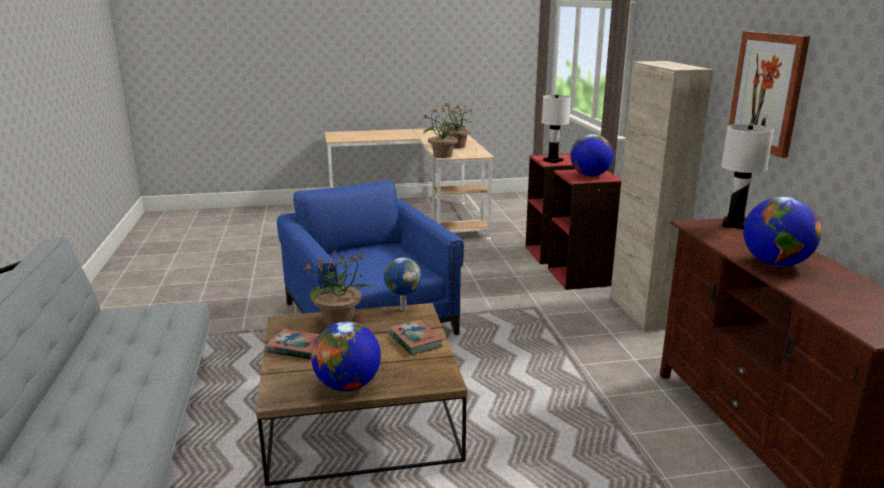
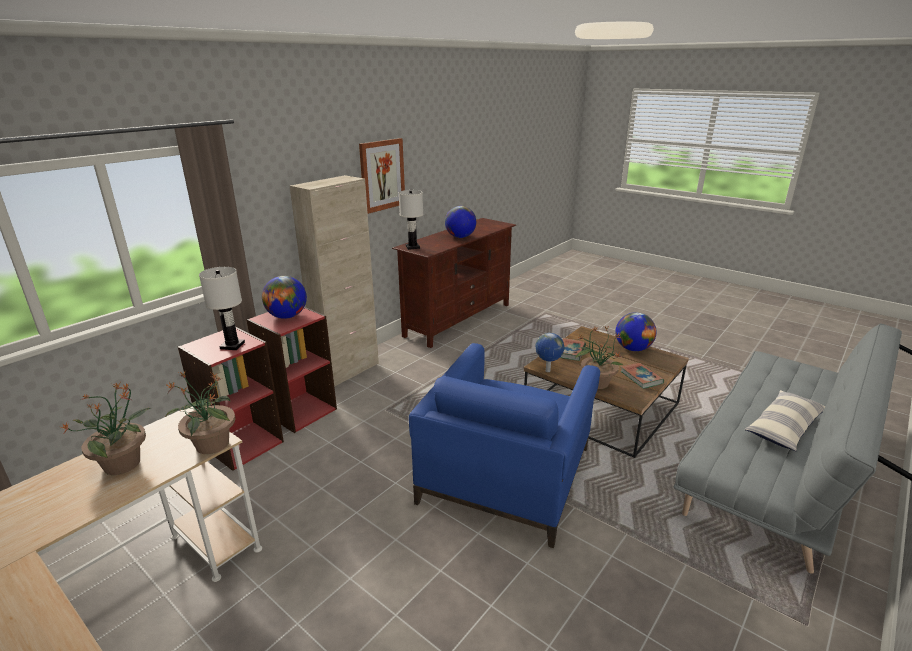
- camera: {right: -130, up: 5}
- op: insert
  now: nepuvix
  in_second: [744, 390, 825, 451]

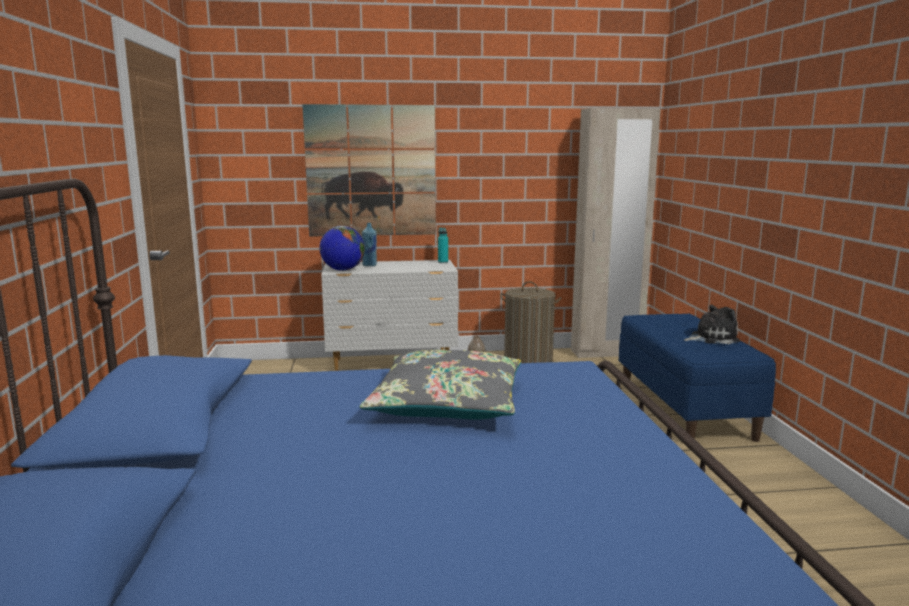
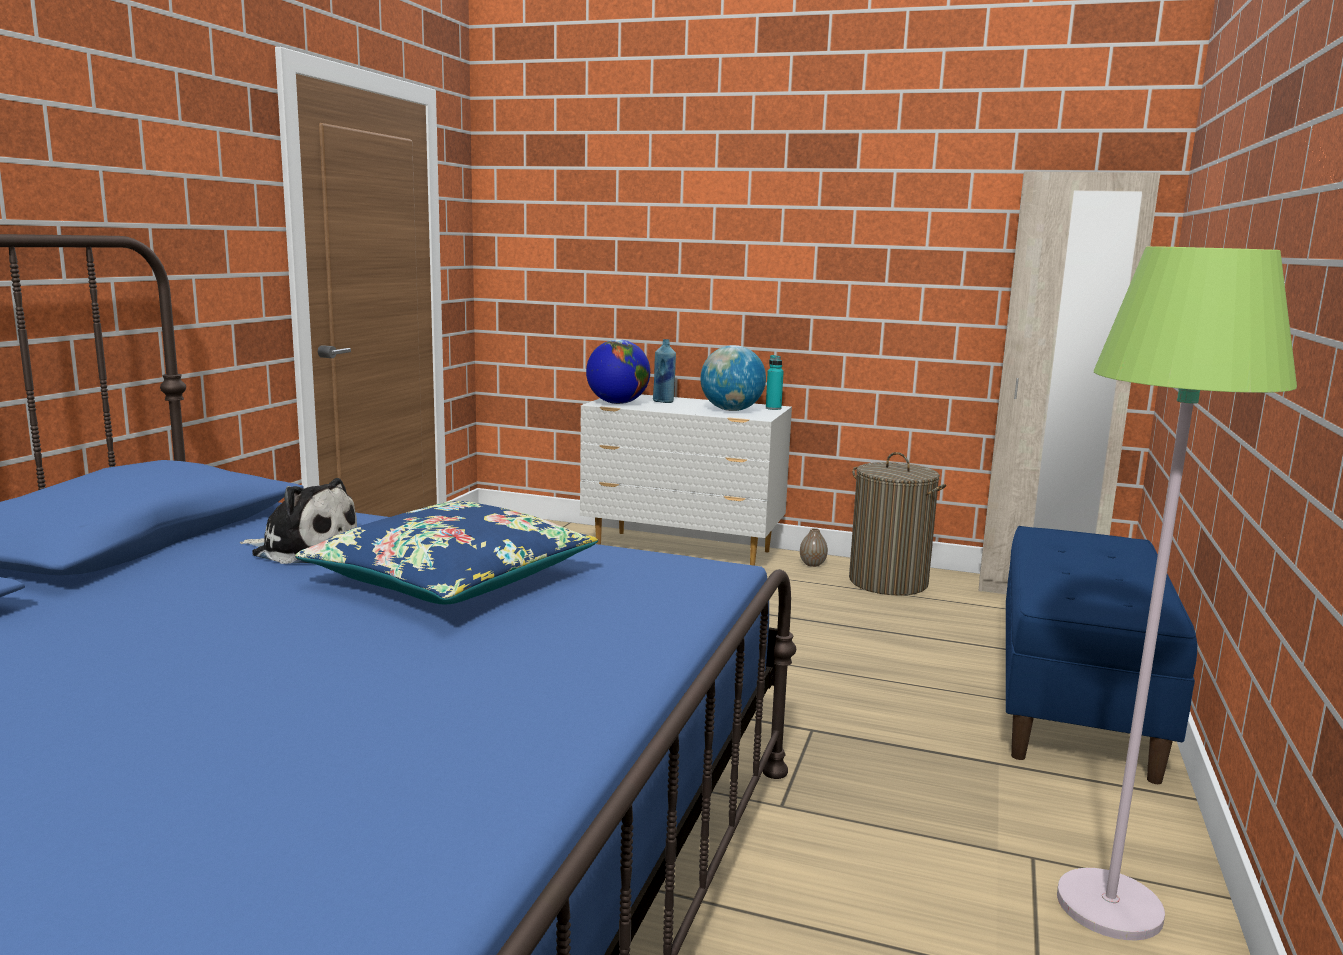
- camera: {right: 25, up: 0}
- op: delete
  was: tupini
  in_first: [302, 104, 436, 237]
- op: recolor
  was: grey_nepuvix
  now: blue_nepuvix
  in_first: [360, 350, 521, 420]
  in_second: [295, 501, 598, 604]
- op: move
  was: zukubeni
  in_first: [684, 305, 740, 344]
  in_second: [240, 478, 357, 564]
- op: insert
  now: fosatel
  in_second: [700, 345, 766, 411]
- op: insert
  now: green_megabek
  in_second: [1057, 246, 1297, 940]

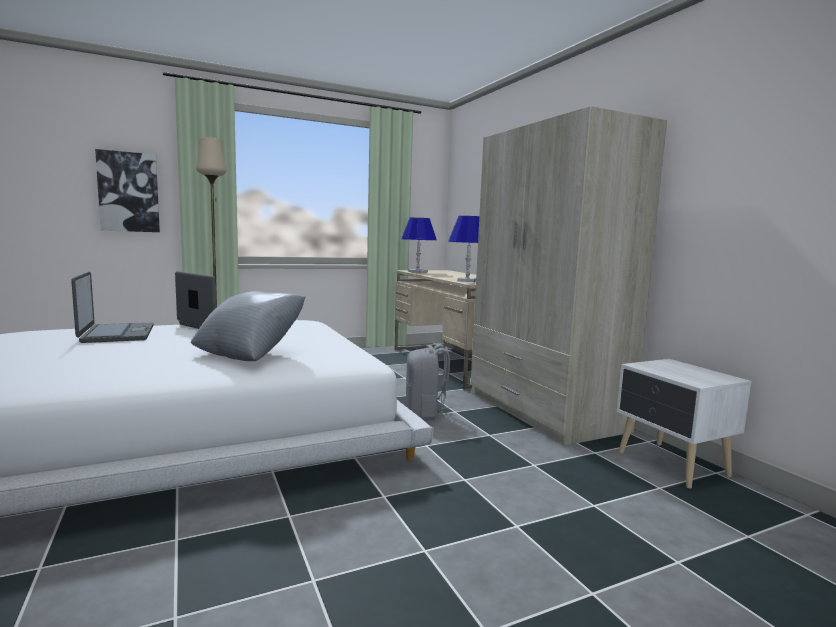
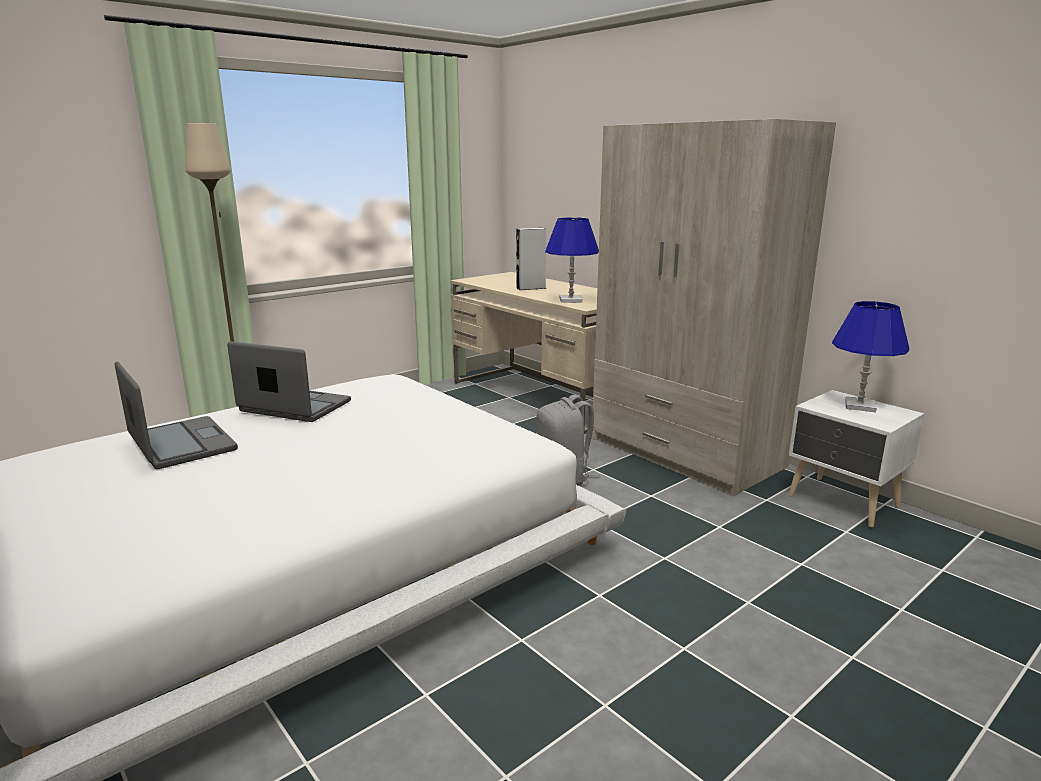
- camera: {right: -15, up: 10}
- op: delete
  was: tupini
  in_first: [95, 149, 160, 232]
- op: delete
  was: grey_nepuvix
  in_first: [191, 291, 306, 361]
- op: move
  was: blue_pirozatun
  in_first: [401, 218, 437, 273]
  in_second: [832, 301, 909, 412]
- op: insert
  now: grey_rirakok
  in_second: [516, 228, 546, 290]

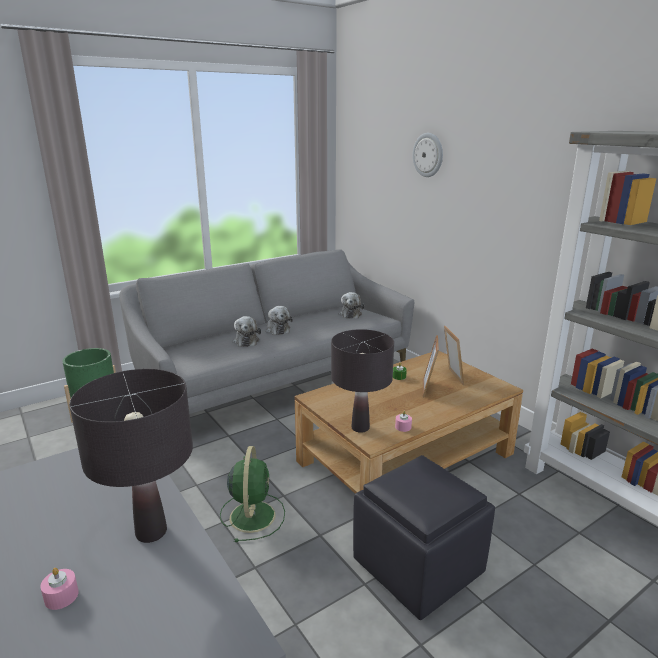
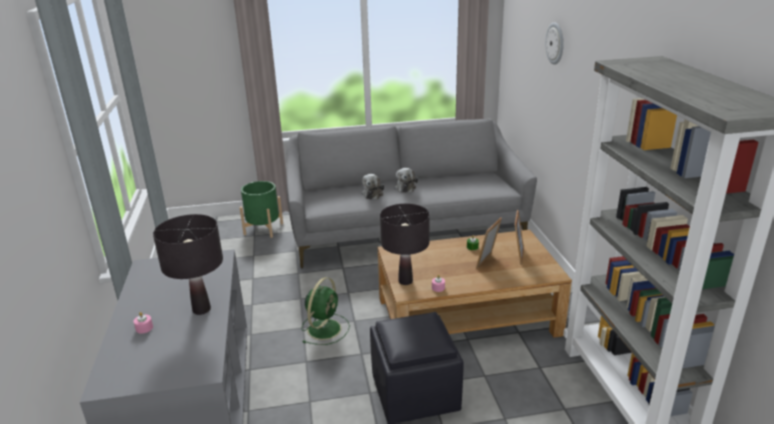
- camera: {right: 25, up: 5}
- op: delete
  was: zukubeni
  in_first: [339, 292, 364, 318]

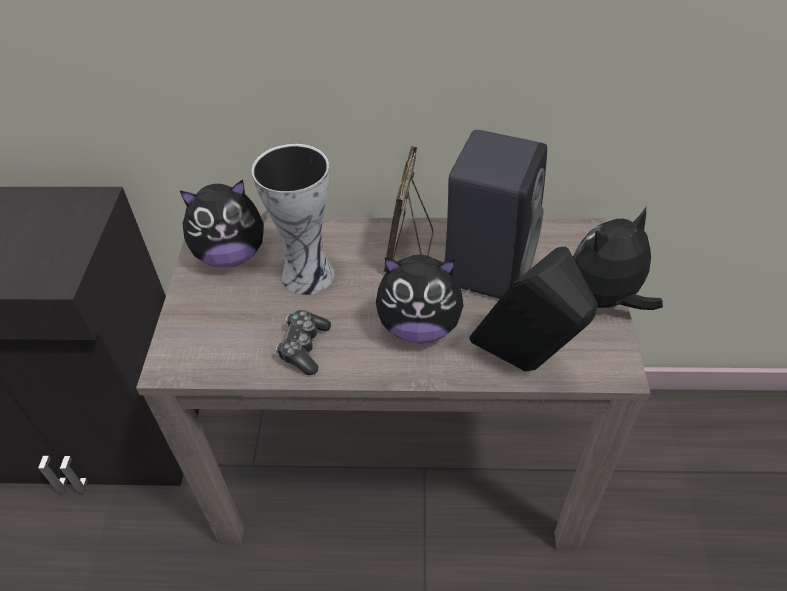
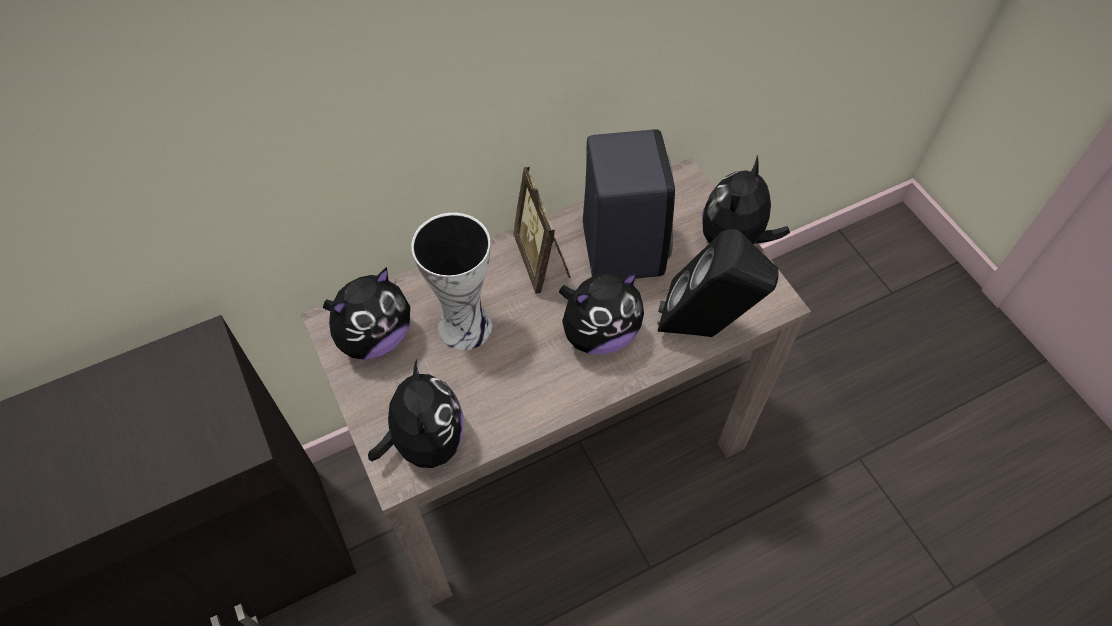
- camera: {right: -30, up: 10}
- op: delete
  was: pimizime
  in_first: [276, 310, 331, 375]
- op: insert
  now: zukubeni
  in_second: [368, 360, 464, 468]

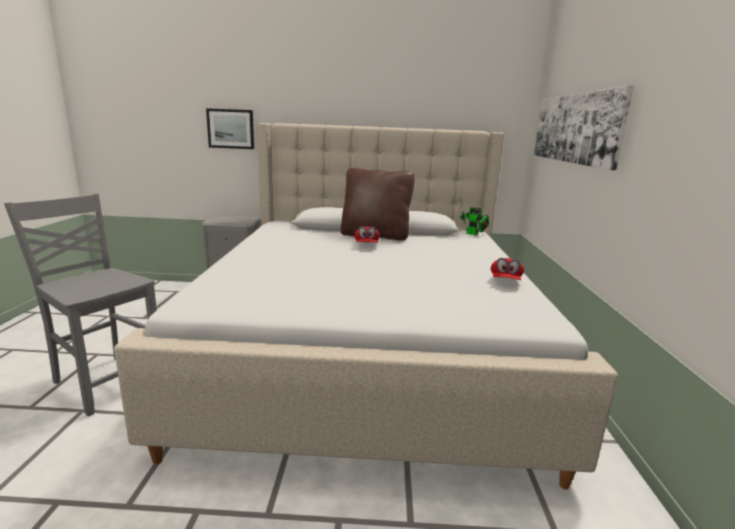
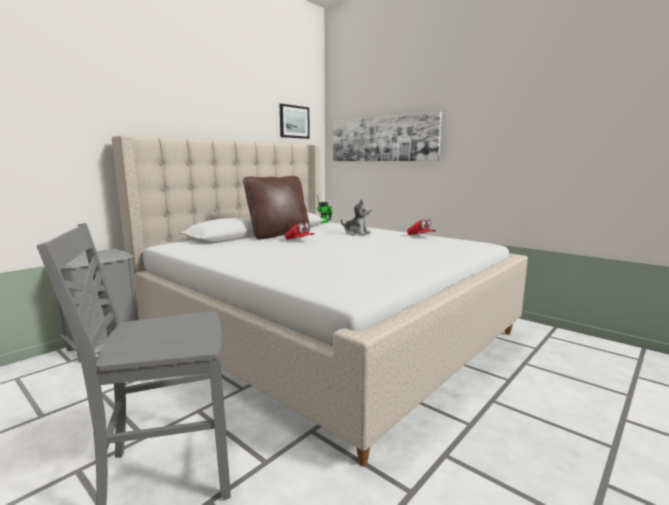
- camera: {right: -50, up: -5}
- op: move
  was: tupini
  in_first: [206, 108, 254, 149]
  in_second: [280, 104, 310, 139]
- op: insert
  now: zukubeni
  in_second: [341, 199, 371, 236]

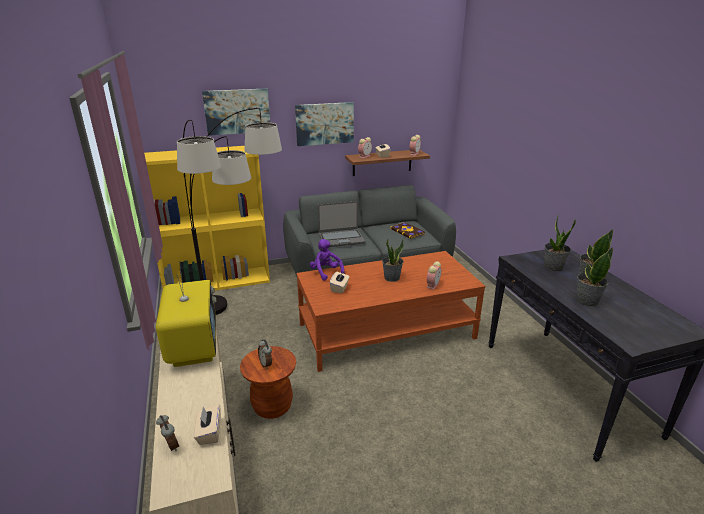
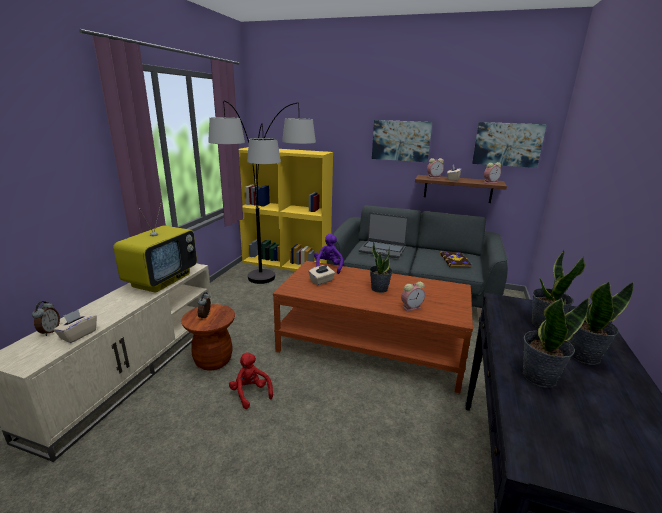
- camera: {right: 35, up: -5}
- op: move
  was: tupini
  in_first: [202, 88, 270, 136]
  in_second: [472, 122, 547, 168]
- op: insert
  now: red_zukubeni
  in_second: [229, 353, 273, 409]

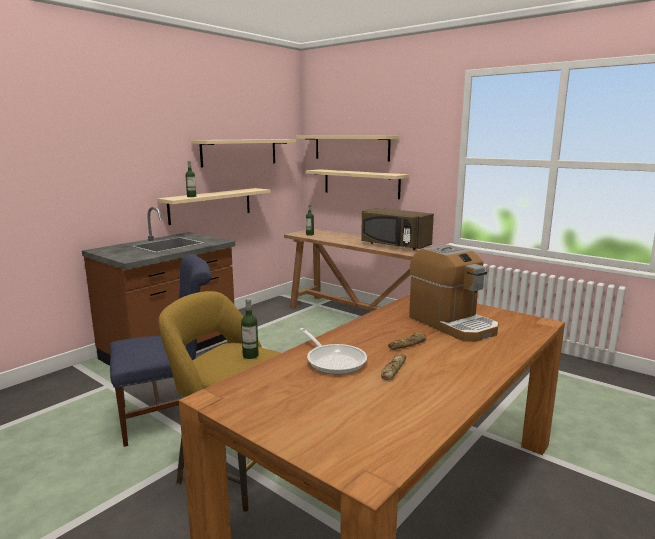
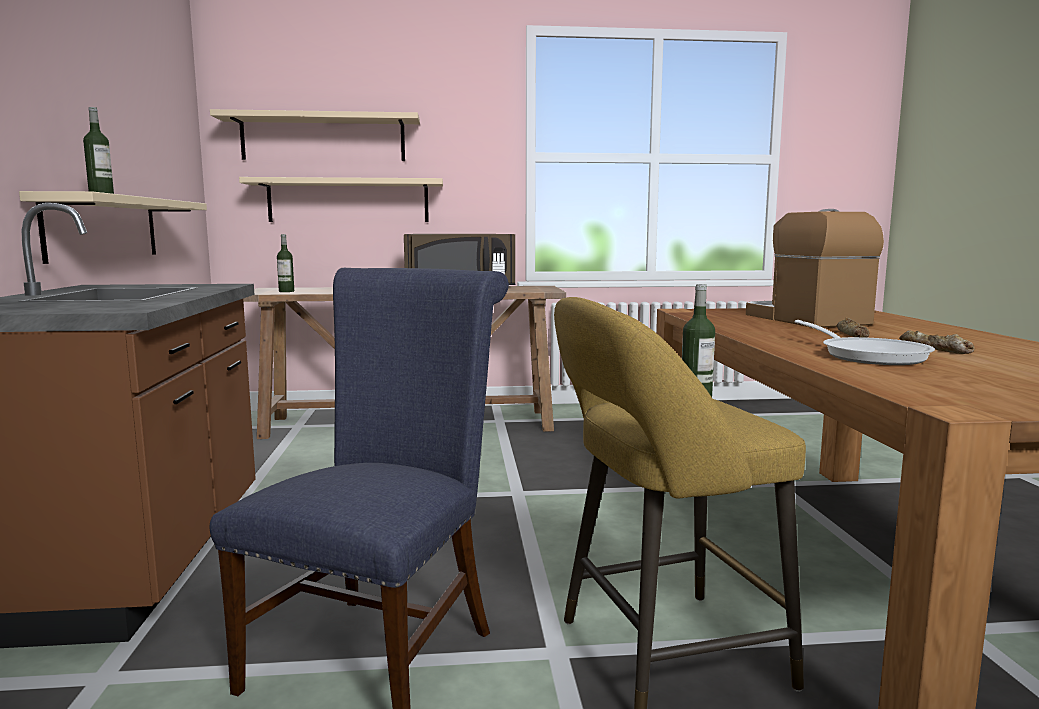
- camera: {right: -45, up: -5}
- op: delete
  was: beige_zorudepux
  in_first: [191, 139, 296, 168]
- op: rotate
  was: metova
  in_first: [299, 328, 367, 374]
  in_second: [794, 320, 935, 365]
  clockwise: 60
- op: rotate
  was: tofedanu
  in_first: [409, 245, 498, 342]
  in_second: [746, 209, 884, 328]
  clockwise: -120

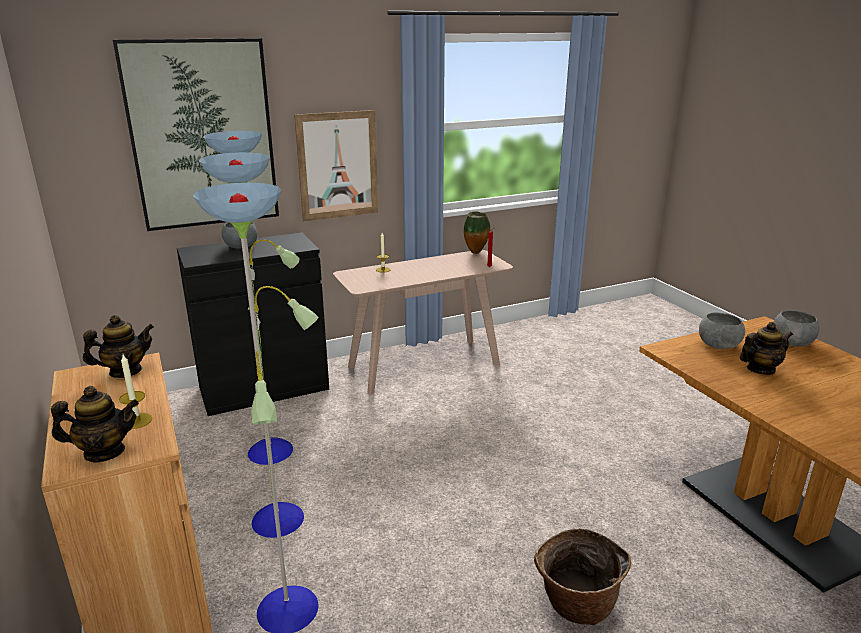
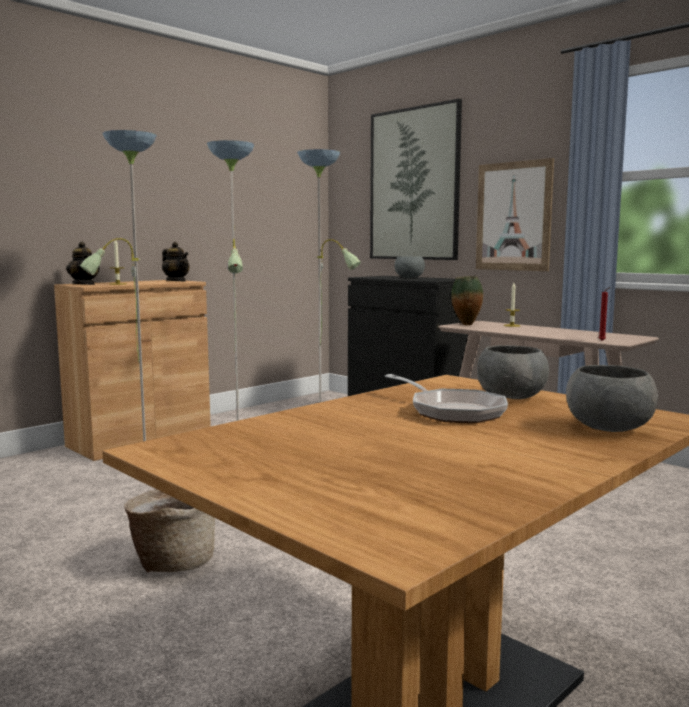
- camera: {right: 70, up: -15}
- op: move
  was: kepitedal
  in_first: [464, 211, 490, 254]
  in_second: [451, 276, 483, 325]
- op: replace
  was: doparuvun
  now: metova
  in_first: [740, 322, 793, 375]
  in_second: [384, 374, 508, 423]

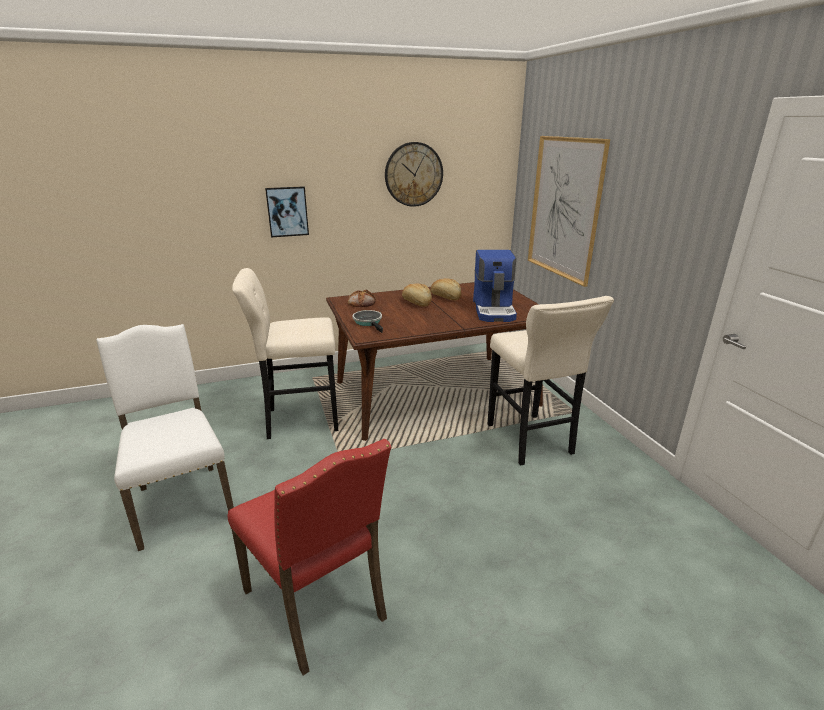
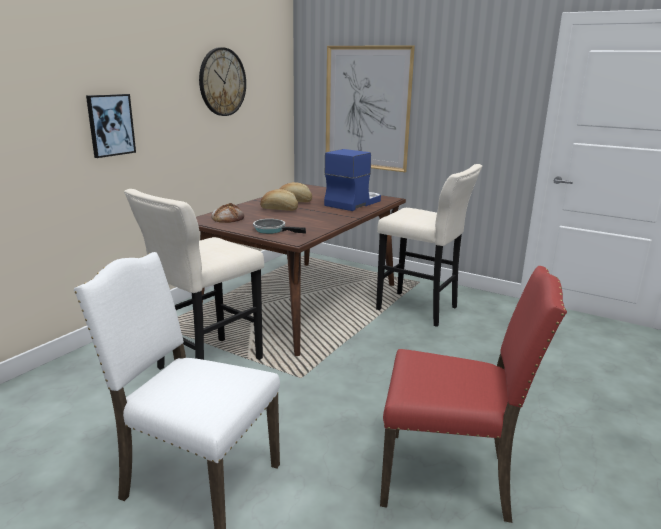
- camera: {right: -40, up: -5}
- op: rotate
  was: tofedanu
  in_first: [473, 250, 517, 322]
  in_second: [324, 149, 381, 211]
  clockwise: -105

